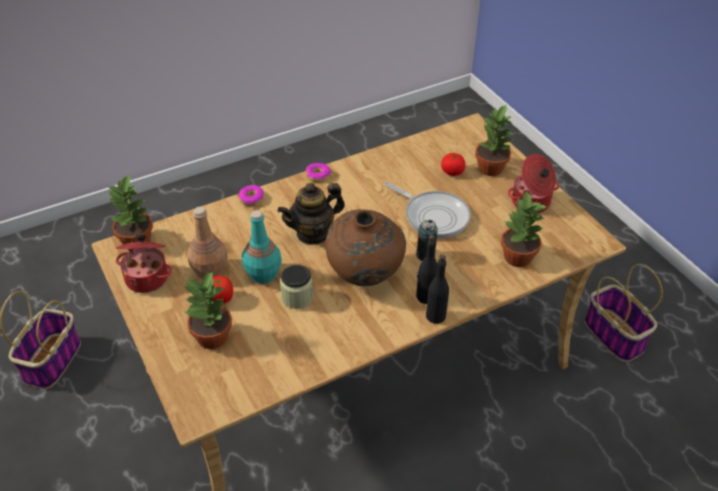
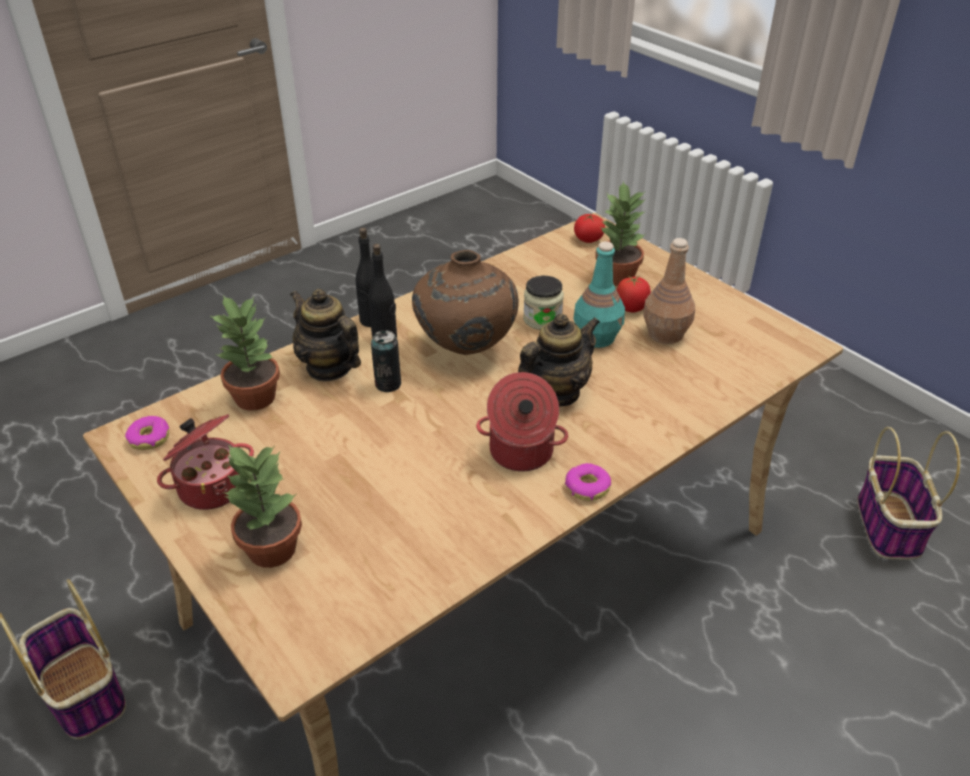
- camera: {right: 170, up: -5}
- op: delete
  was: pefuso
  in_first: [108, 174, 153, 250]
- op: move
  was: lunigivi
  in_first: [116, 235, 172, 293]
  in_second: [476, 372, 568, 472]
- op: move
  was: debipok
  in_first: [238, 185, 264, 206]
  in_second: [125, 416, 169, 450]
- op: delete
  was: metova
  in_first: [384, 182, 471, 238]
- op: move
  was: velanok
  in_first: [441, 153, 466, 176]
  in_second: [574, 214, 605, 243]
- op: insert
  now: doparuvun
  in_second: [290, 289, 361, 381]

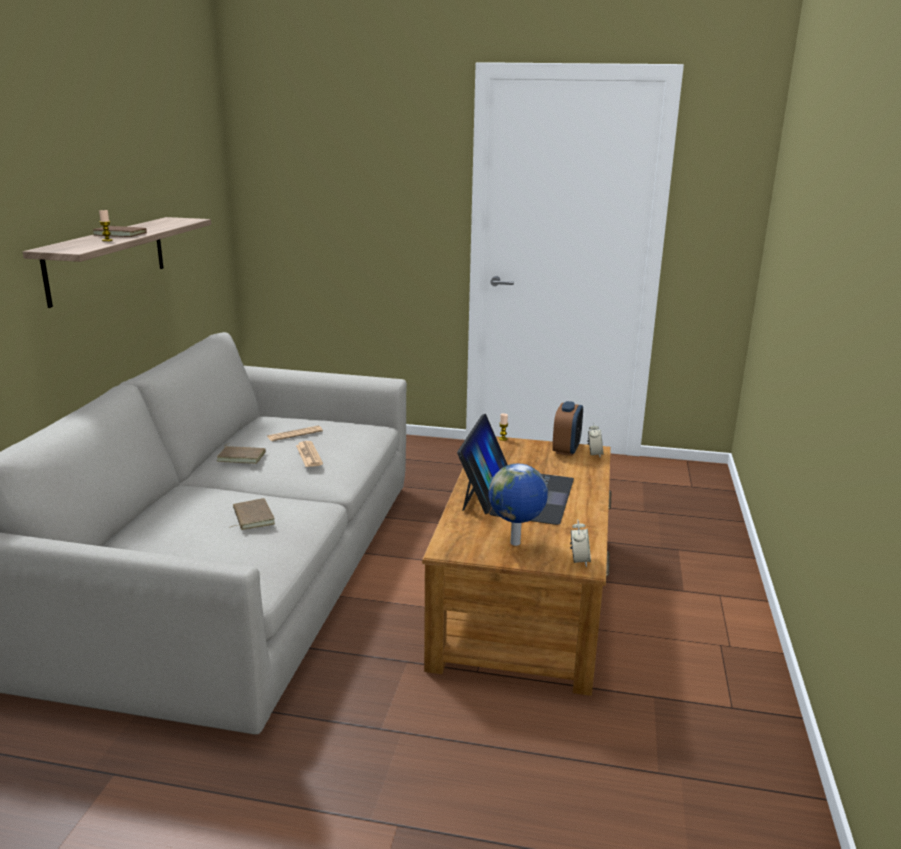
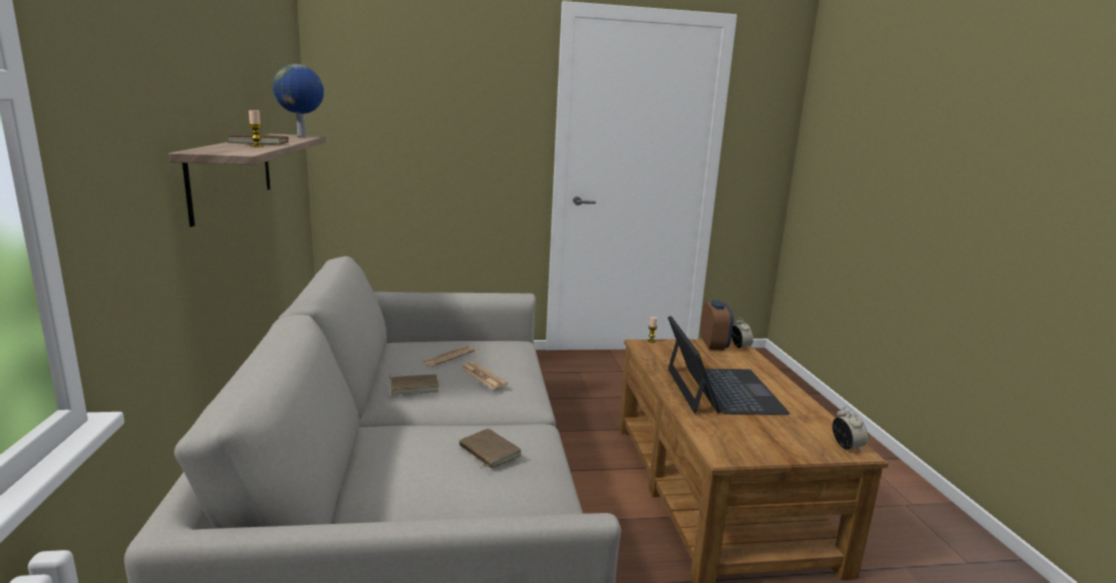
- camera: {right: -20, up: -5}
- op: move
  was: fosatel
  in_first: [488, 464, 548, 546]
  in_second: [273, 64, 324, 137]

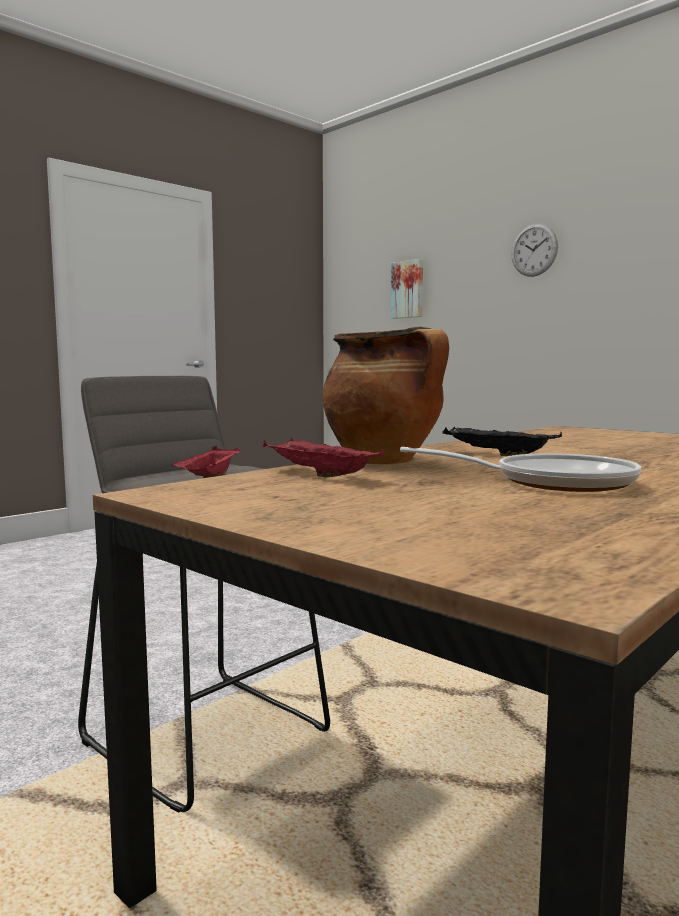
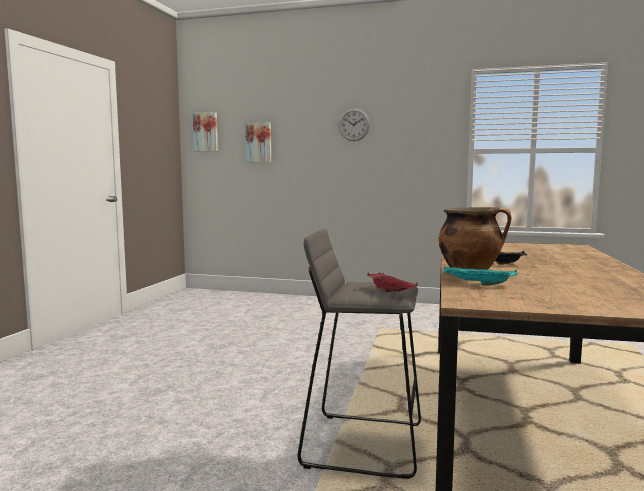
- camera: {right: -30, up: 0}
- op: recolor
  was: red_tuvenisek
  now: turquoise_tuvenisek
  in_first: [263, 437, 384, 477]
  in_second: [443, 267, 518, 286]
- op: delete
  was: metova
  in_first: [400, 447, 641, 492]
- op: insert
  now: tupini
  in_second: [192, 112, 218, 151]

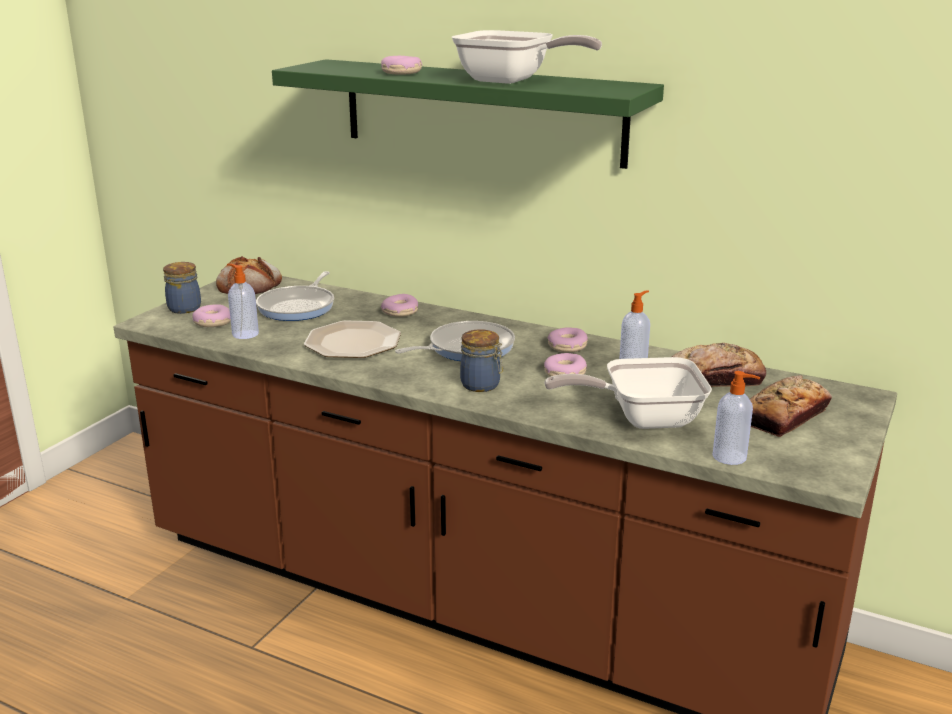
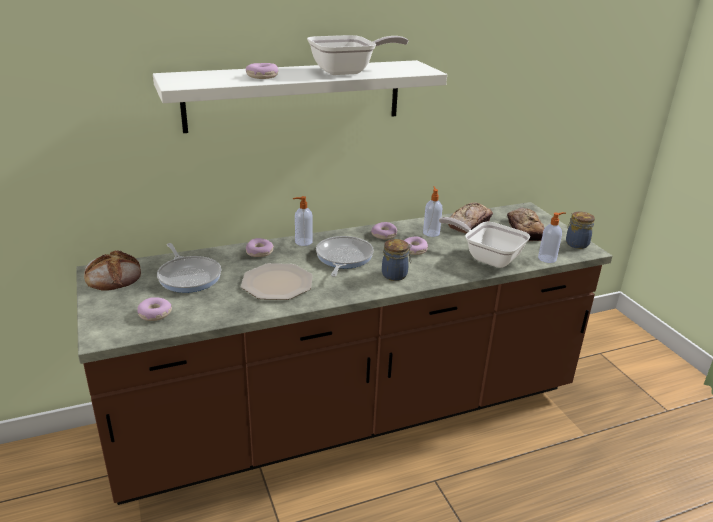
- camera: {right: -50, up: 5}
- op: move
  was: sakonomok
  in_first: [163, 262, 201, 314]
  in_second: [566, 212, 595, 249]
- op: move
  was: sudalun
  in_first: [227, 264, 259, 339]
  in_second: [293, 196, 313, 246]
- op: recolor
  was: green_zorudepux
  now: white_zorudepux
  in_first: [272, 59, 664, 169]
  in_second: [153, 60, 447, 133]
- op: rotate
  was: metova
  in_first: [544, 357, 712, 429]
  in_second: [439, 217, 530, 268]
  clockwise: 90

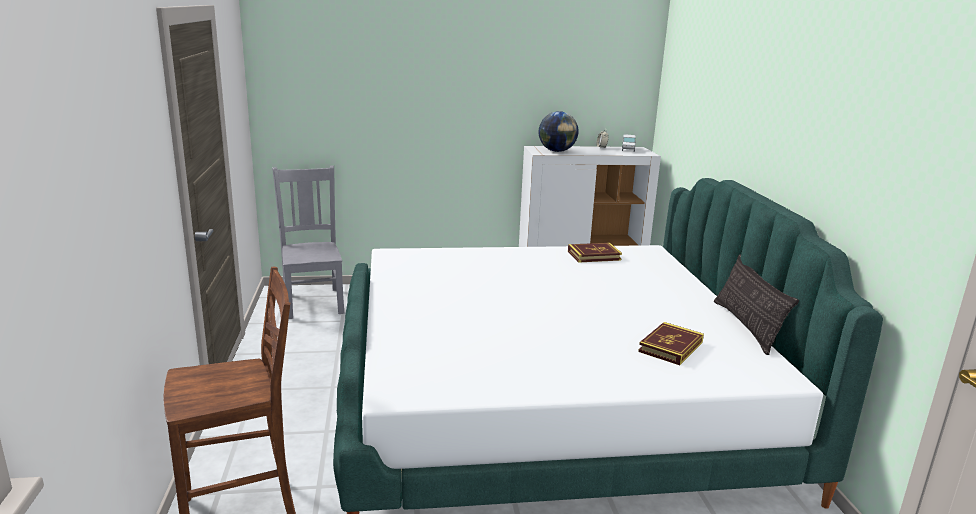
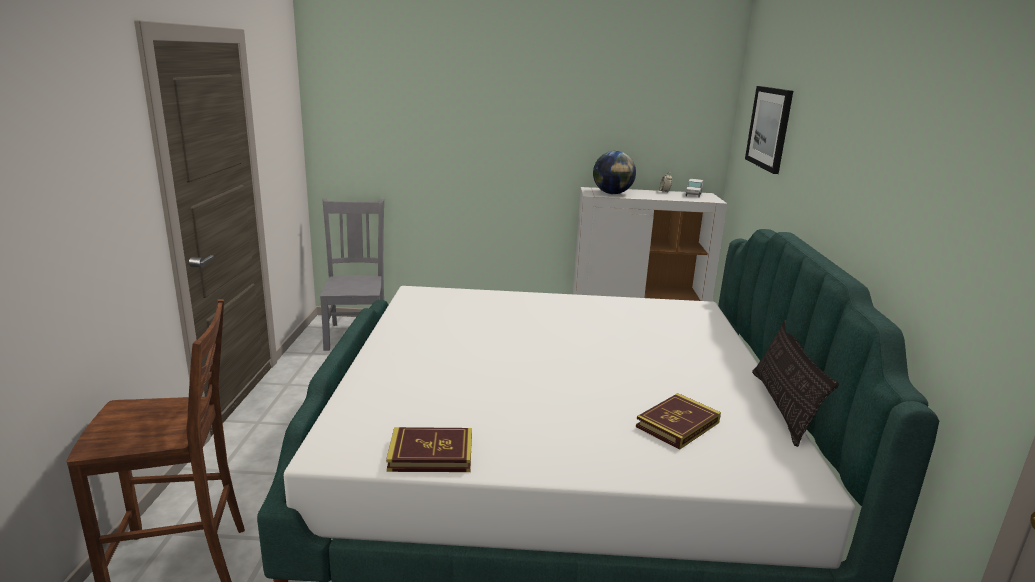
- camera: {right: 10, up: 0}
- op: move
  was: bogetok
  in_first: [568, 243, 622, 263]
  in_second: [386, 427, 472, 472]
- op: insert
  now: tupini
  in_second: [745, 86, 793, 174]

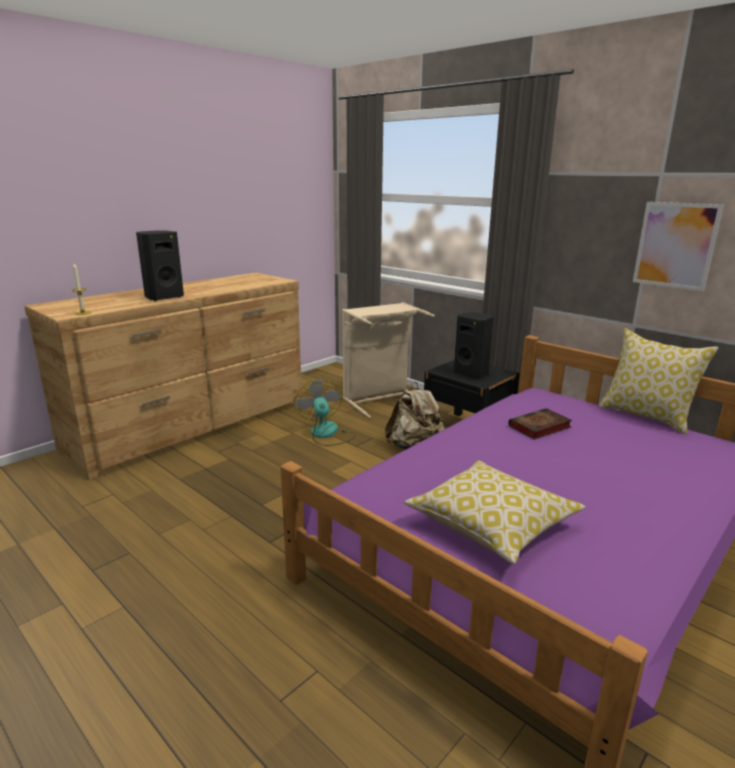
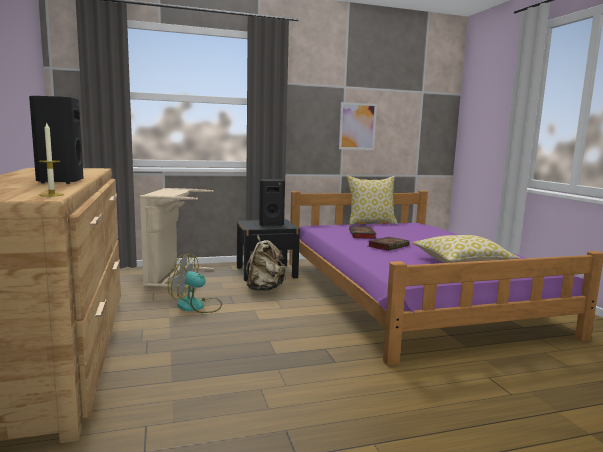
- camera: {right: -60, up: -10}
- op: insert
  now: bogetok
  in_second: [368, 237, 410, 251]

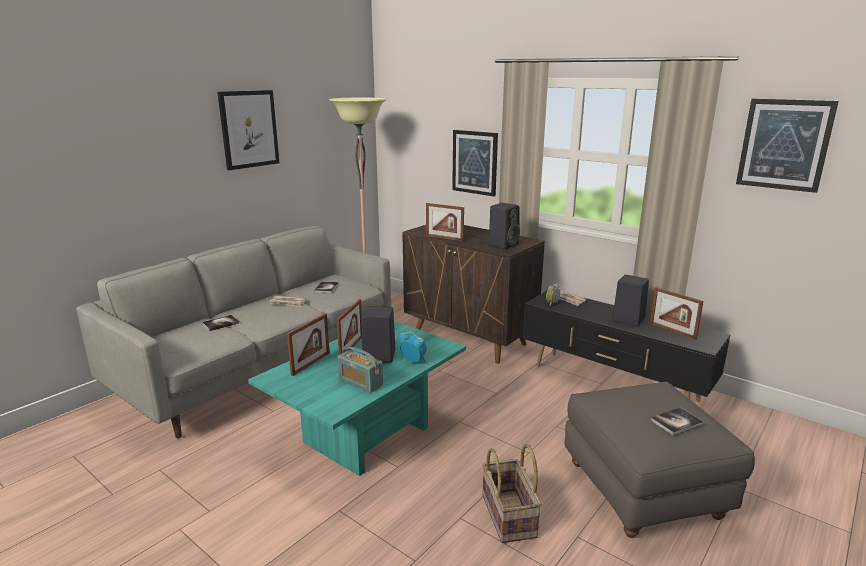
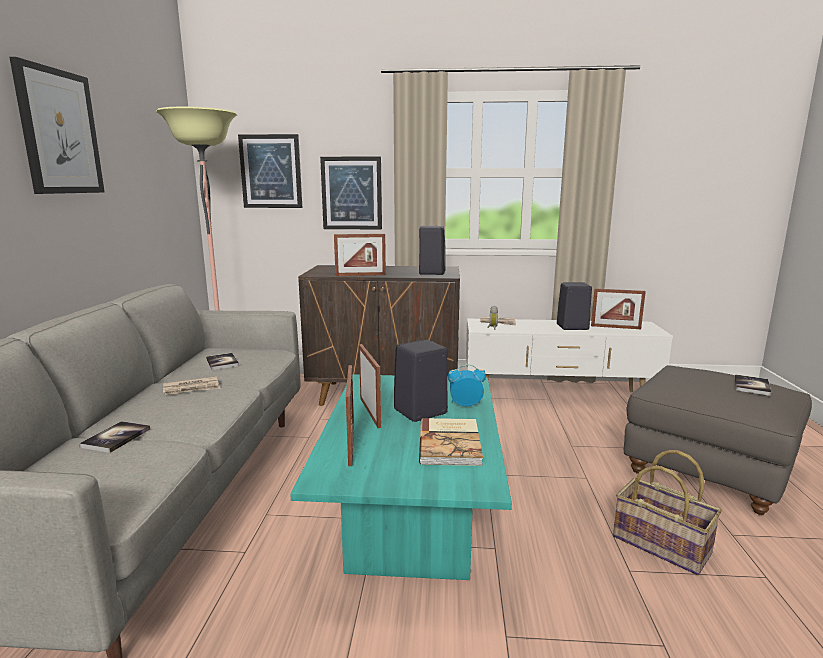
- camera: {right: -35, up: -5}
- op: replace
  was: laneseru
  now: bogetok
  in_first: [337, 347, 383, 393]
  in_second: [419, 418, 483, 466]
- op: recolor
  was: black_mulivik
  now: white_mulivik
  in_first: [523, 290, 731, 402]
  in_second: [466, 319, 673, 392]
- op: move
  was: tupini
  in_first: [736, 99, 839, 193]
  in_second: [238, 134, 302, 208]

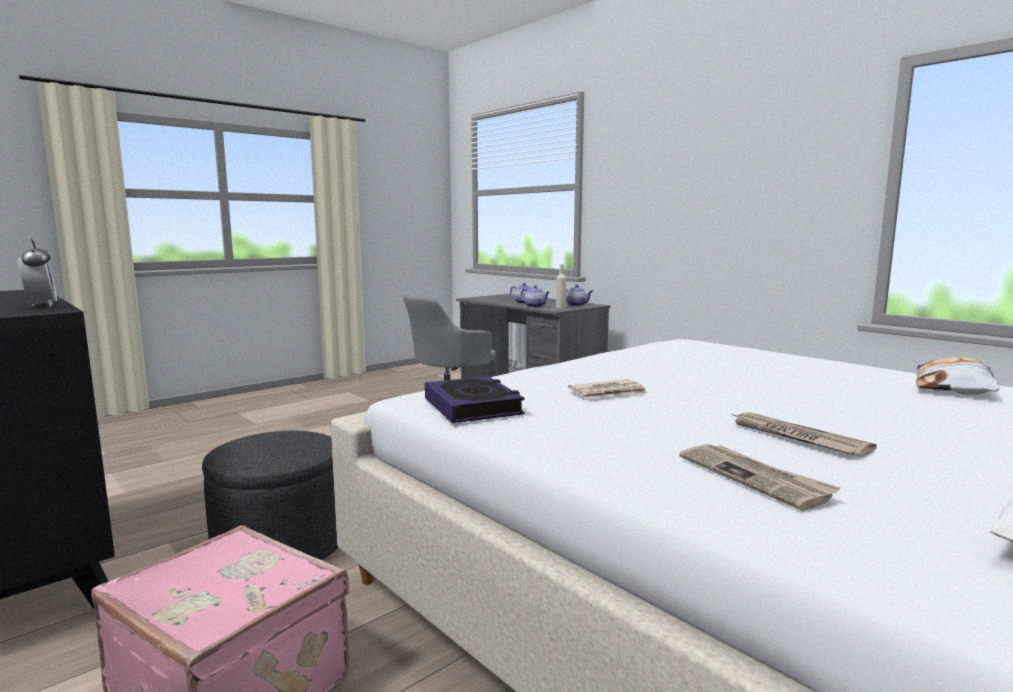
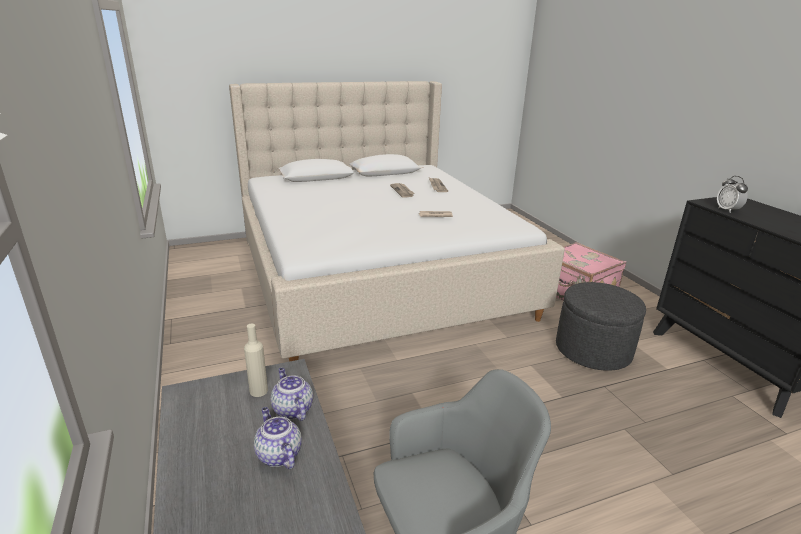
- camera: {right: -160, up: 15}
- op: delete
  was: bogetok
  in_first: [425, 376, 525, 423]
- op: delete
  was: doparuvun
  in_first: [566, 285, 593, 306]
- op: delete
  was: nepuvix
  in_first: [916, 357, 1000, 394]

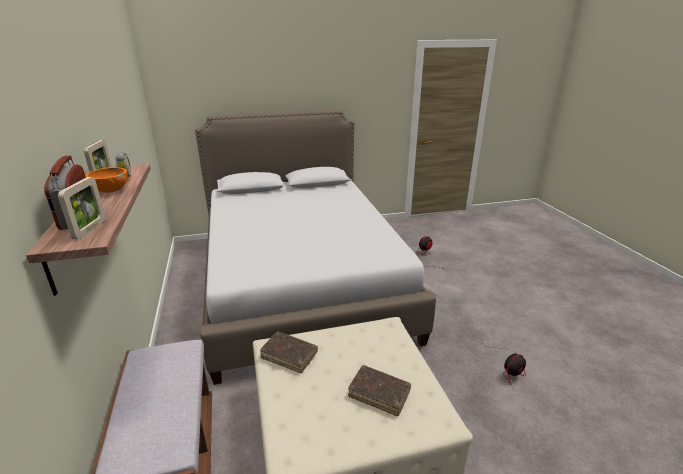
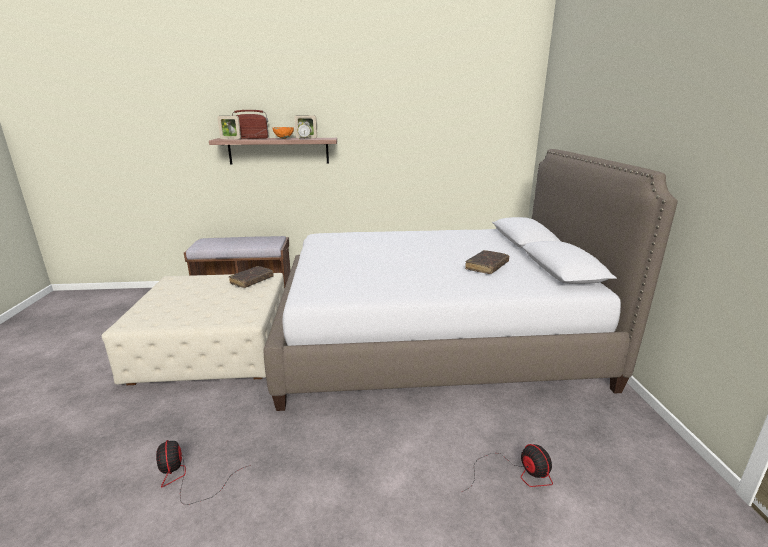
- camera: {right: 100, up: -5}
- op: move
  was: brown_bogetok
  in_first: [348, 365, 411, 416]
  in_second: [465, 250, 509, 274]

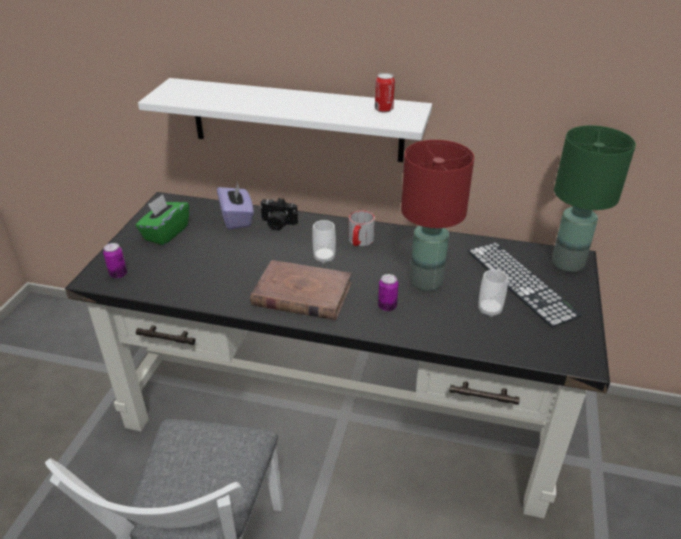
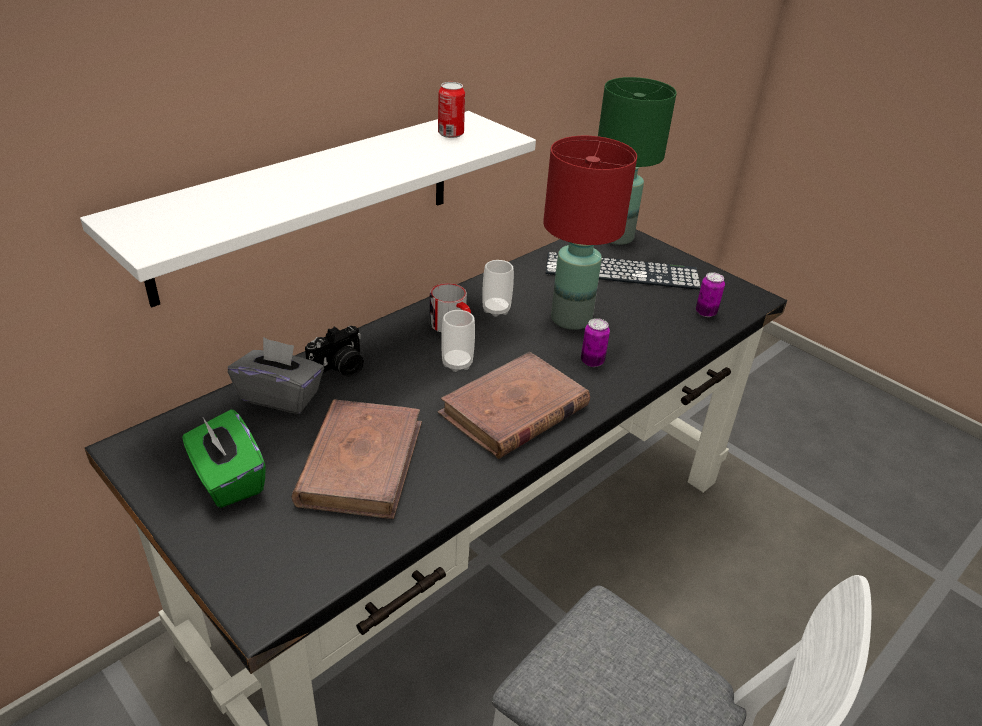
- camera: {right: -60, up: 0}
- op: move
  was: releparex
  in_first: [103, 243, 127, 279]
  in_second: [696, 272, 725, 317]
- op: recolor
  was: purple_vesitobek
  now: grey_vesitobek
  in_first: [217, 182, 254, 230]
  in_second: [228, 337, 324, 414]
- op: move
  was: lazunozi
  in_first: [478, 269, 508, 317]
  in_second: [482, 260, 514, 317]
- op: insert
  now: brown_bogetok
  in_second: [292, 399, 422, 519]

